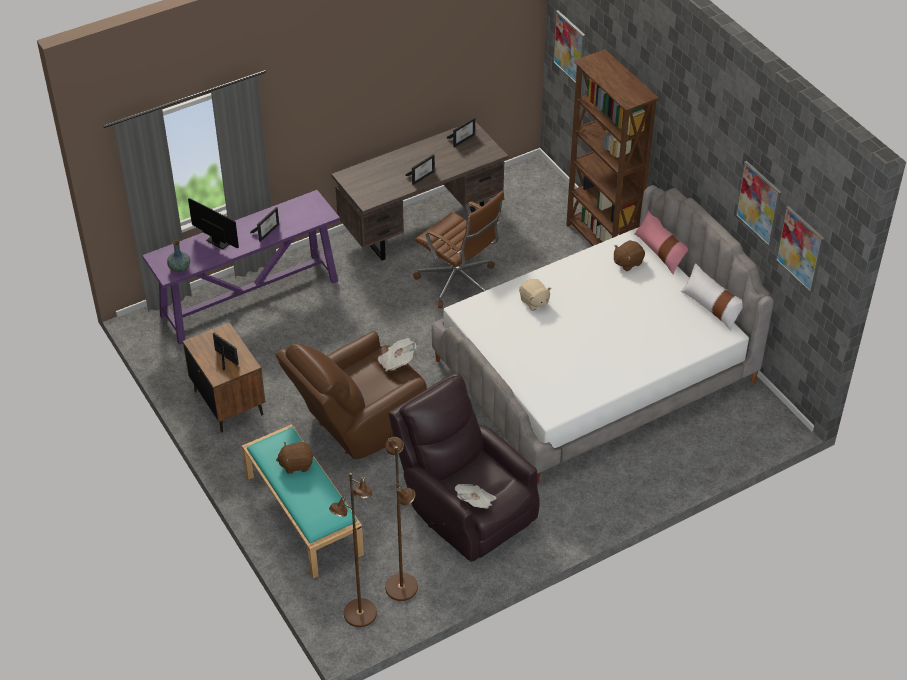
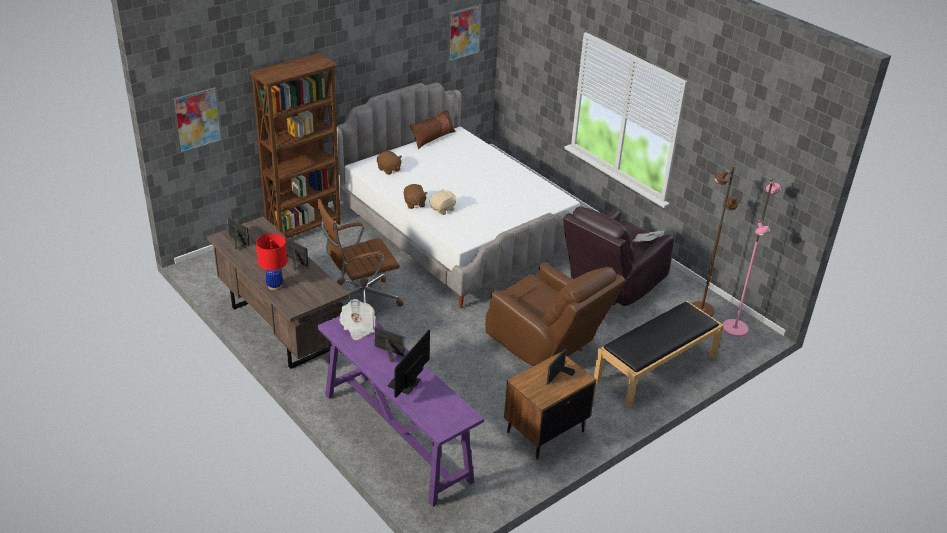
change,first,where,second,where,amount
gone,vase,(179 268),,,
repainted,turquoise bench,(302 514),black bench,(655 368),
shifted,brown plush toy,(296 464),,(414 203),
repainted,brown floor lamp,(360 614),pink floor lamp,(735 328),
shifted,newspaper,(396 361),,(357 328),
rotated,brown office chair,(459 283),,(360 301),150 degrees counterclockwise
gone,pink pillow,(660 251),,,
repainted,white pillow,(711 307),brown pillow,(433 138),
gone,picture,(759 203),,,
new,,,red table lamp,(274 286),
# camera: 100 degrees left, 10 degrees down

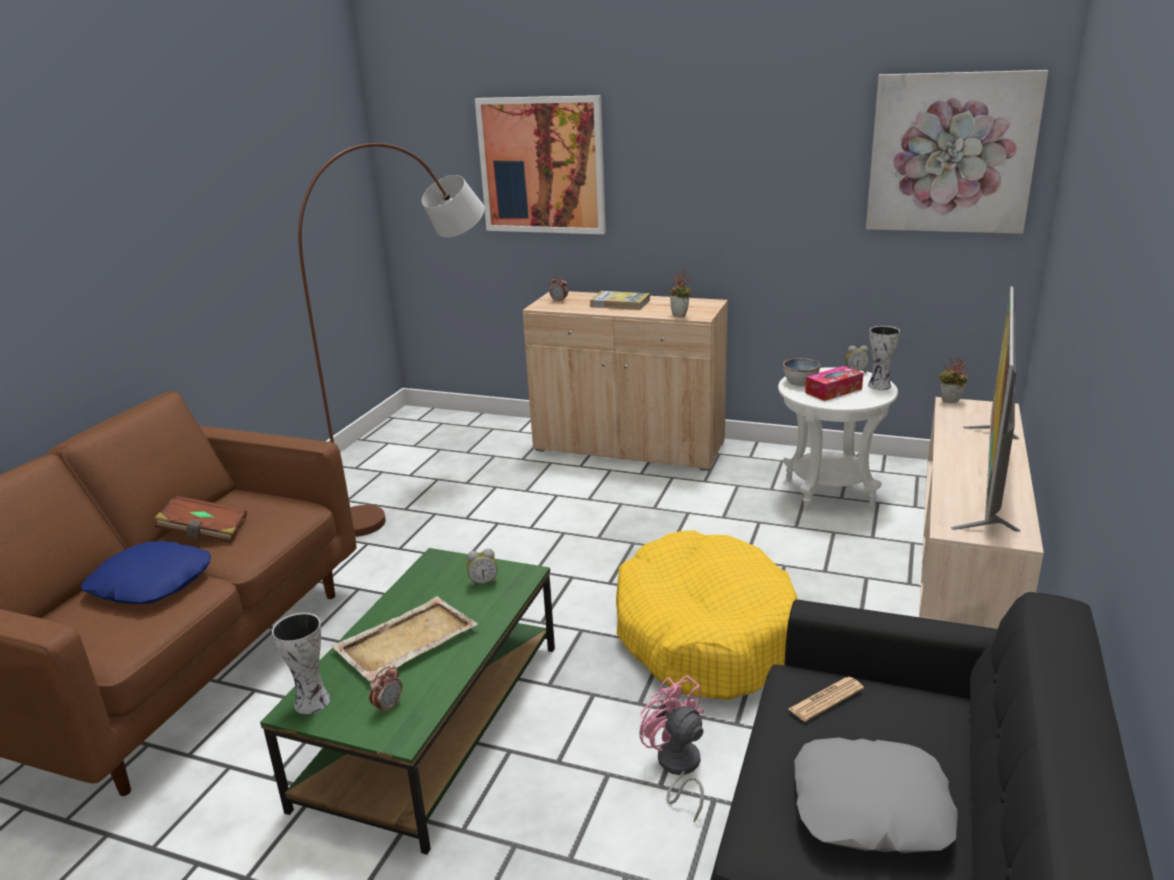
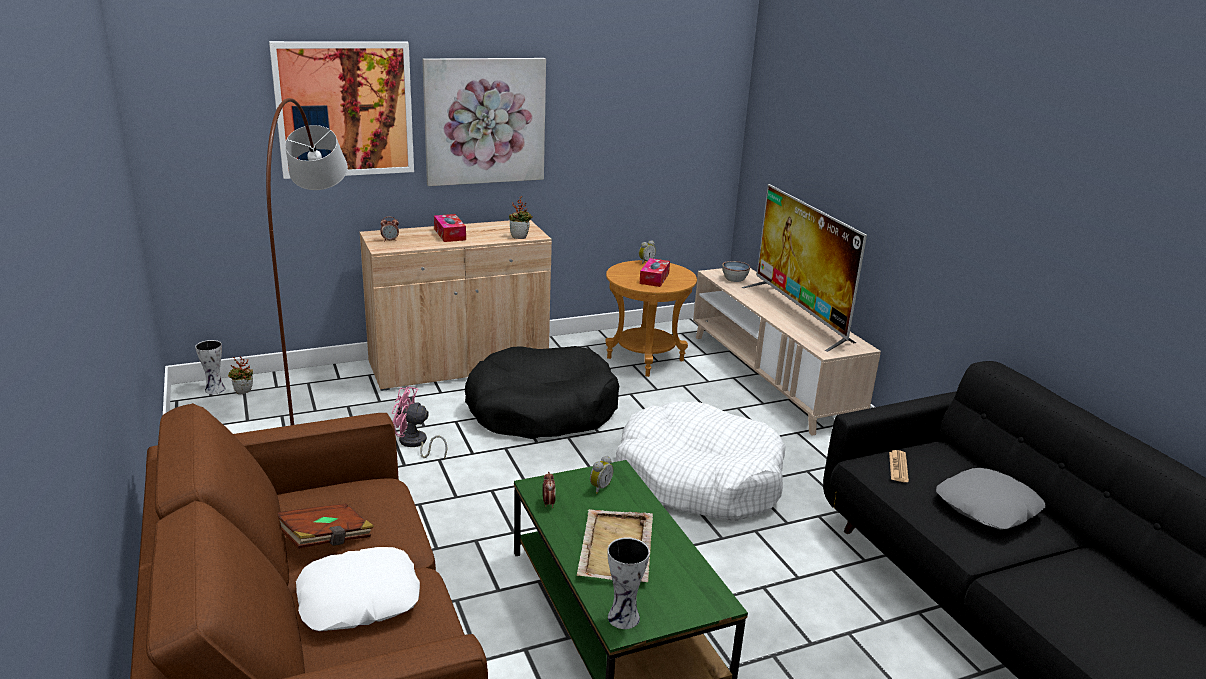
change,first,where,second,where,amount
repainted,blue pillow,(150 583),white pillow,(359 599),
shifted,alarm clock,(388 706),,(548 503),
swapped,book,(620 303),tissue box,(450 234),
repainted,yellow dog bed,(704 634),white dog bed,(698 479),
shifted,pink fan,(677 768),,(415 444),
repainted,white side table,(829 492),brown side table,(645 359),
shifted,bowl,(800 382),,(734 279),
shifted,picture,(951 153),,(485 121),
shifted,vase,(880 386),,(215 389),
shifted,potted plant,(950 402),,(243 393),
new,,,black dog bed,(541 410),
# camera: 45 degrees left, 0 degrees up

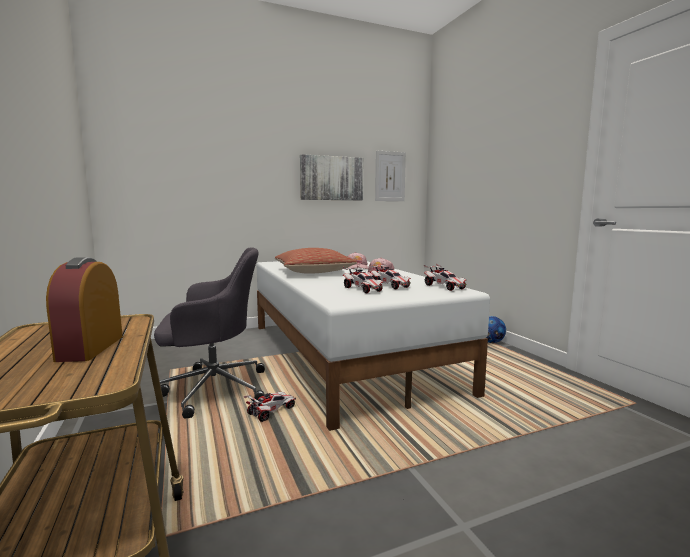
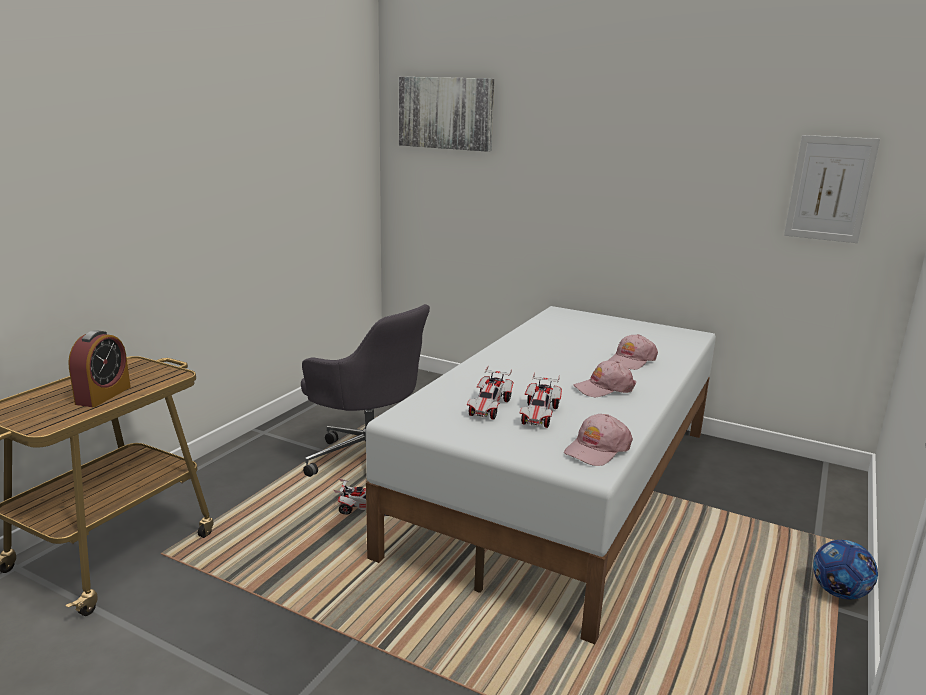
change,first,where,second,where,amount
rotated,alarm clock,(91 348),,(103 395),150 degrees clockwise
gone,pillow,(313 272),,,
shifted,picture,(331 178),,(446 113),
swapped,toy car,(444 287),pink cap,(597 449),
# camera: 50 degrees right, 10 degrees up

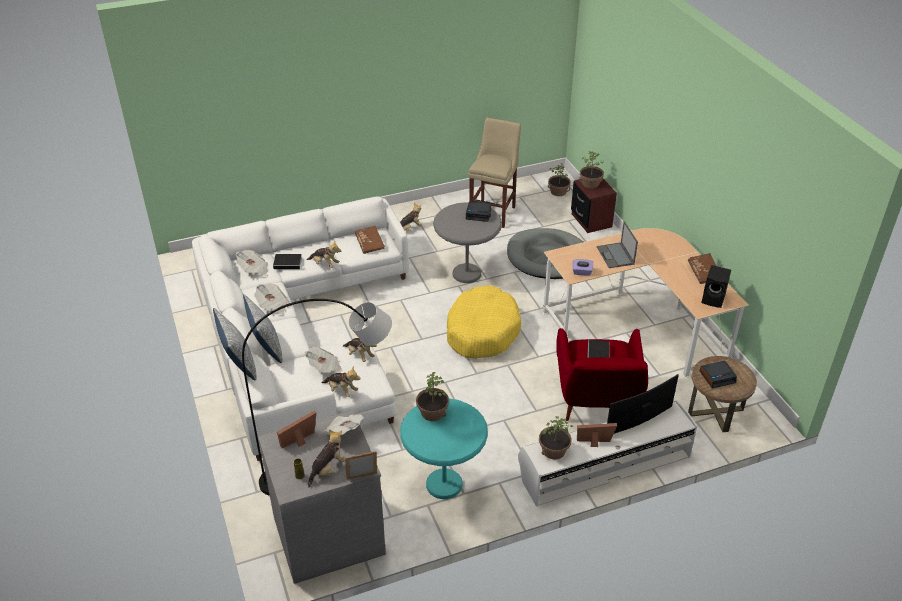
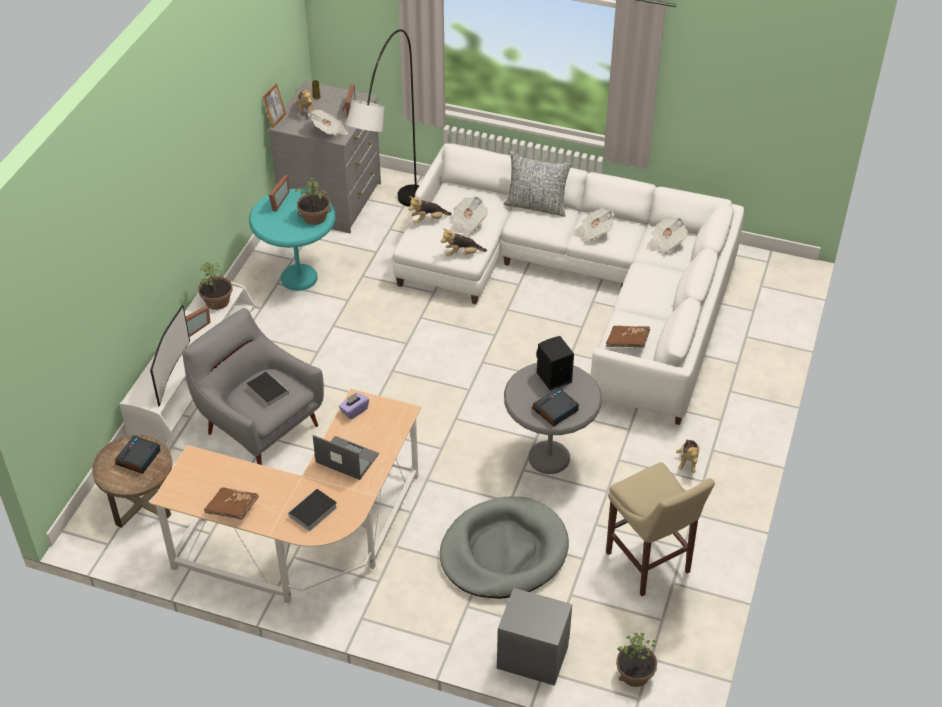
change,first,where,second,where,amount
gone,pillow,(238 363),,,
shifted,book,(288 263),,(312 513),
gone,plush toy,(325 264),,,
gone,yellow dog bed,(482 331),,,
repainted,red armchair,(596 402),grey armchair,(259 426),
repainted,brown nightstand,(591 220),grey nightstand,(532 657),
gone,potted plant,(590 184),,,
shifted,black speaker,(714 299),,(552 378),
new,,,picture frame,(277 201),
# camera: 130 degrees right, 5 degrees up

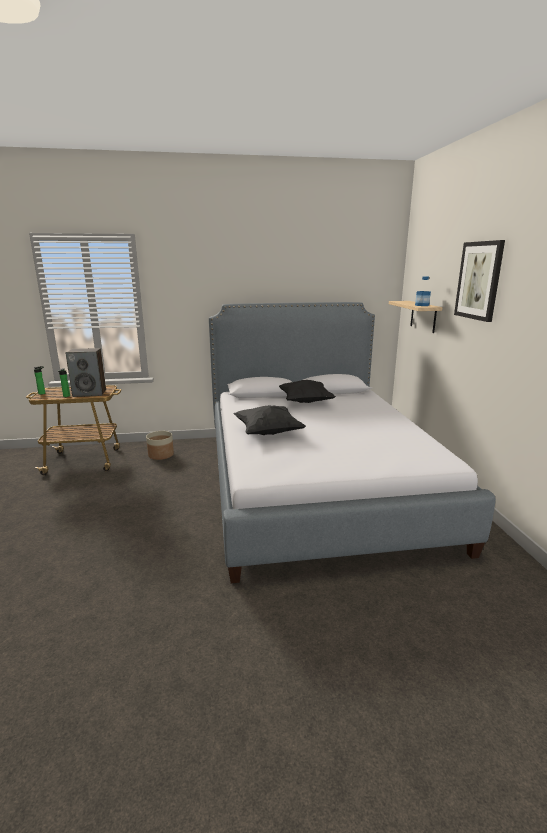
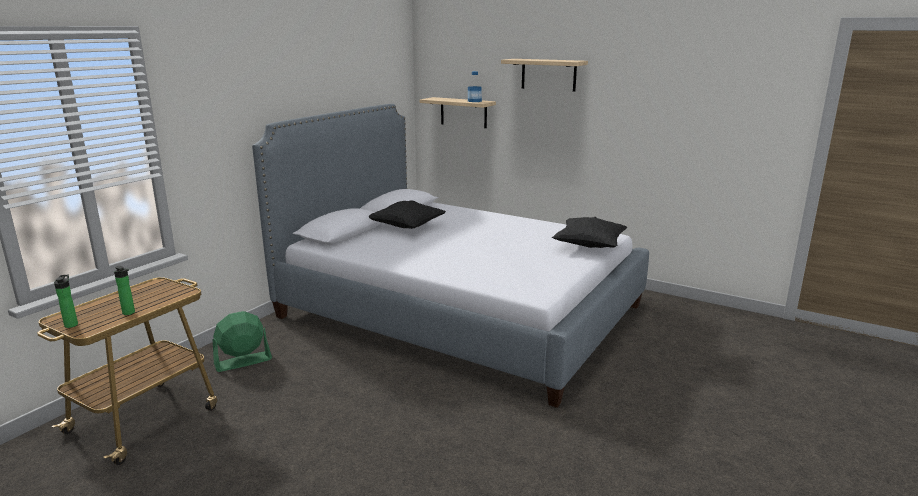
change,first,where,second,where,amount
gone,speaker,(90 393),,,
swapped,planter,(160 455),green fan,(243 361),
shifted,black pillow,(268 432),,(589 246),
swapped,picture,(479 280),shelf,(548 74),
# camera: 50 degrees left, 0 degrees up

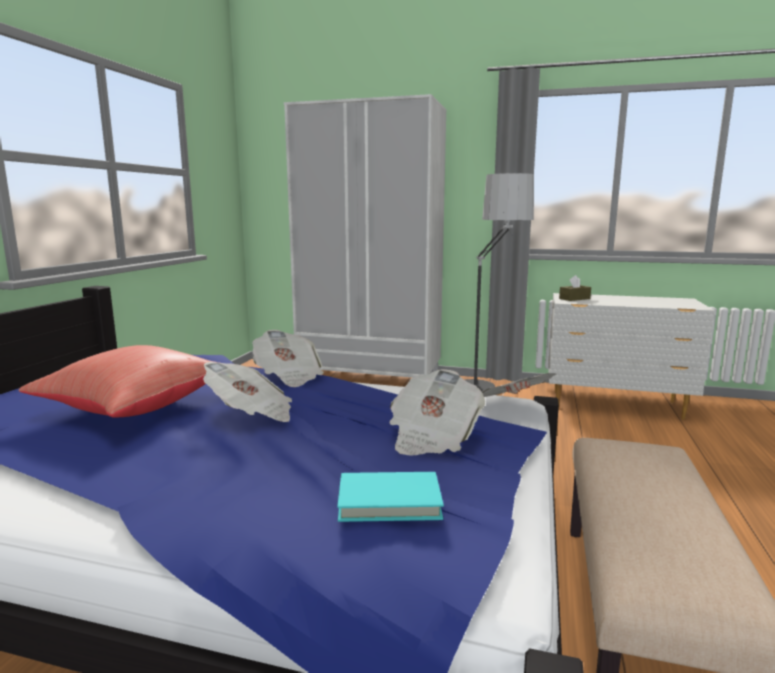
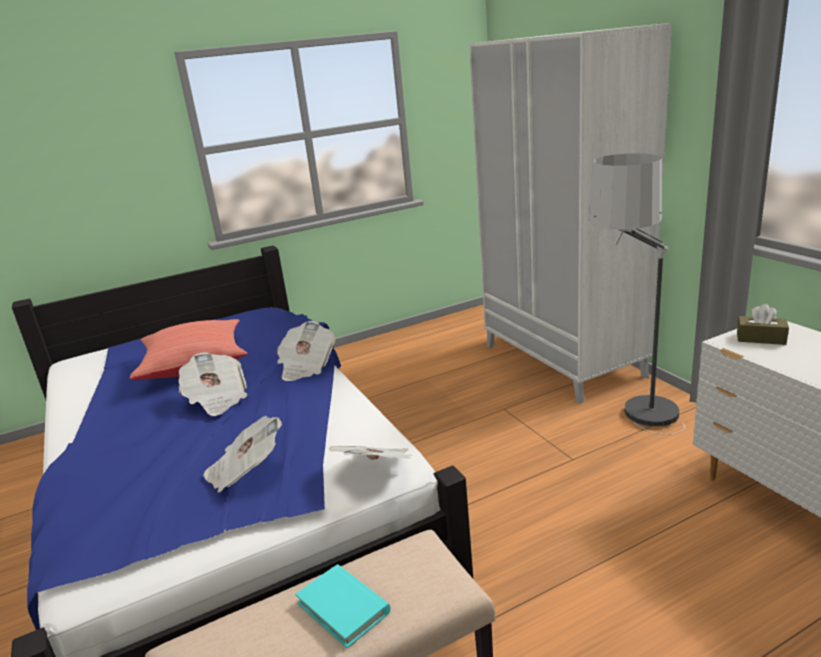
change,first,where,second,where,amount
shifted,turquoise book,(389 501),,(343 607),
# camera: 50 degrees right, 10 degrees up

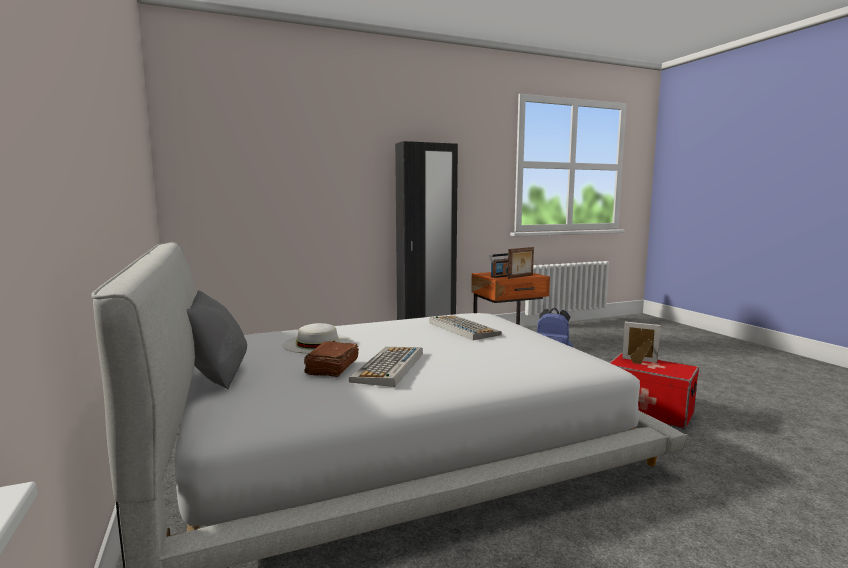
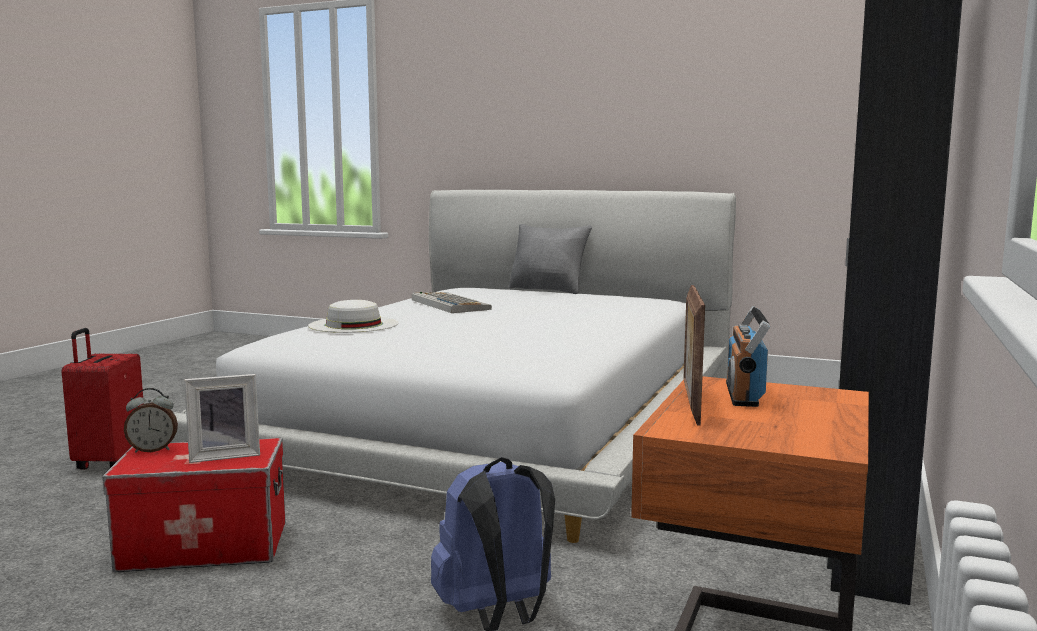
change,first,where,second,where,amount
shifted,white hat,(317 343),,(353 324),
gone,brown book,(331 368),,,
gone,keyboard,(462 328),,,
new,,,red suitcase,(109 461),
new,,,alarm clock,(153 450),
# camera: 135 degrees right, 0 degrees up

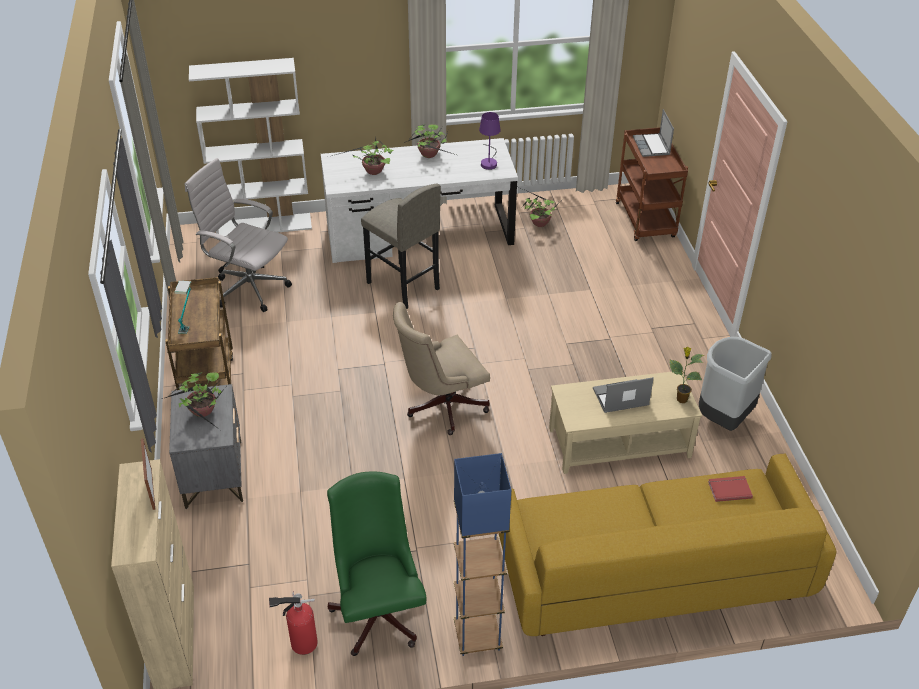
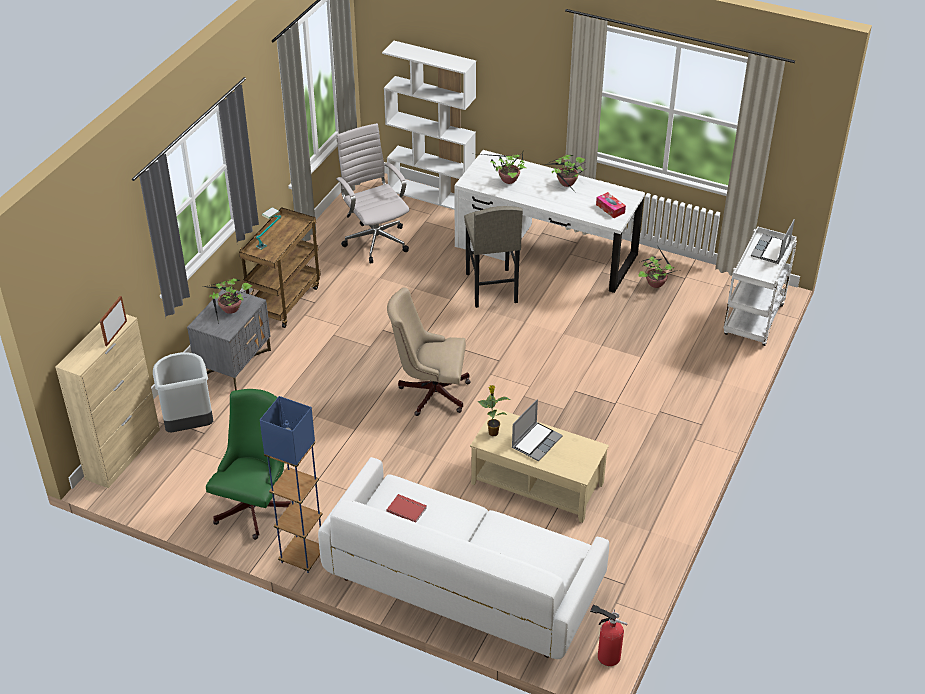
change,first,where,second,where,amount
shifted,fire extinguisher,(301 643),,(606 655),
swapped,purple table lamp,(489 162),tissue box,(610 209),
repainted,yellow sofa,(650 572),white sofa,(463 582),
rotated,laptop,(620 398),,(536 442),105 degrees clockwise
repainted,brown cart,(646 221),white cart,(754 322),
shifted,potted plant,(681 399),,(493 432),
shifted,grey trash can,(723 418),,(189 425),
shifted,red book,(729 489),,(407 509),
# camera: 35 degrees right, 0 degrees up

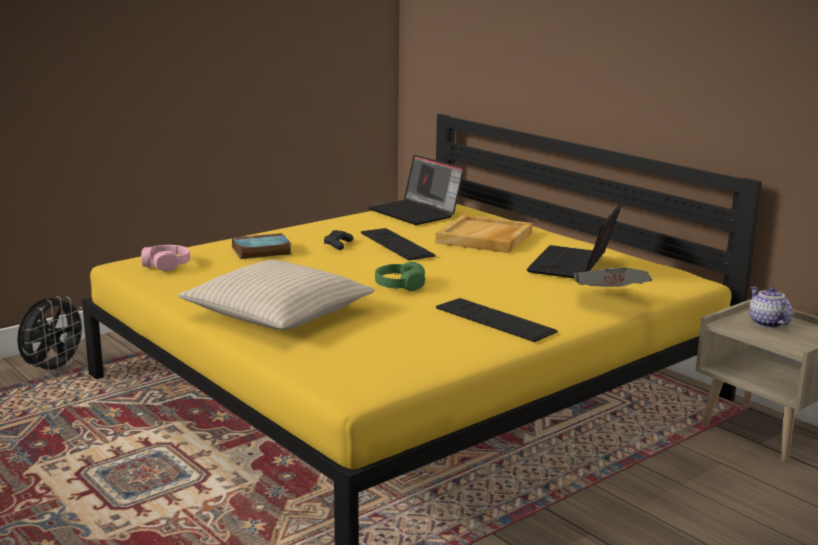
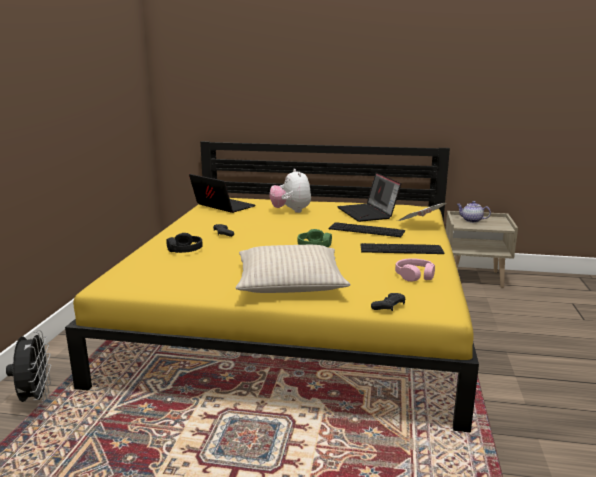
change,first,where,second,where,amount
shifted,pink headphones,(166 264),,(415 275),
swapped,book,(260 251),black headphones,(185 250),
shifted,keyboard,(396 244),,(366 230),
rotated,laptop,(416 213),,(222 206),150 degrees counterclockwise
swapped,beige tray,(485 238),plush toy,(291 211),
new,,,black game controller,(389 307),
# camera: 40 degrees left, 0 degrees up

